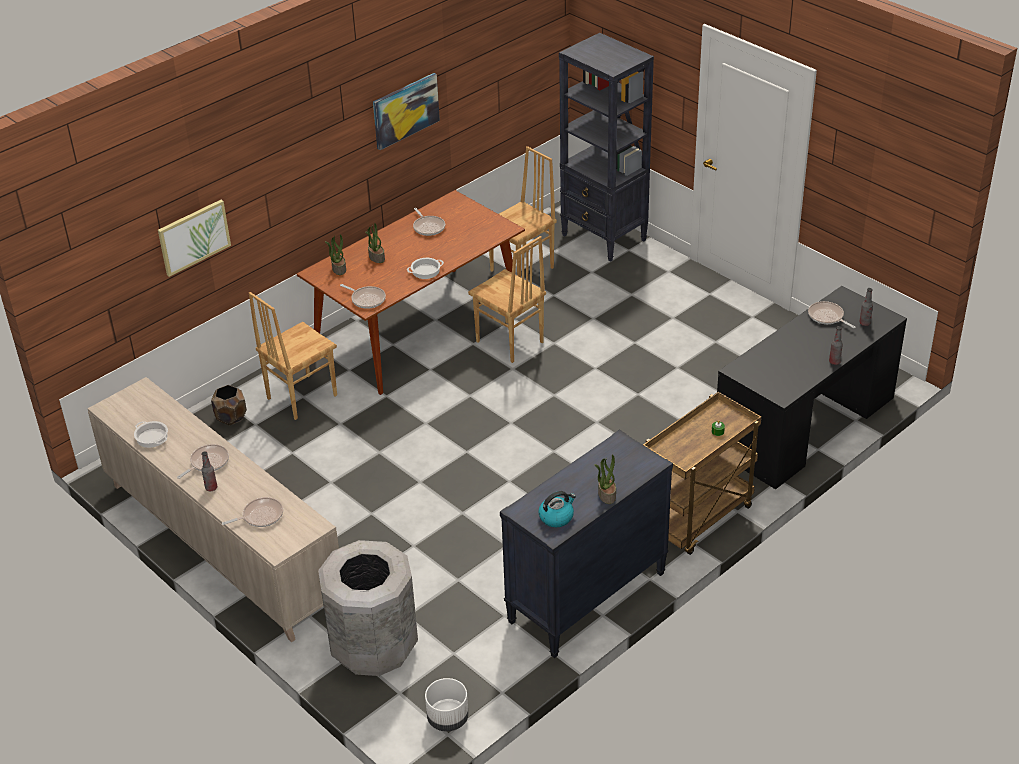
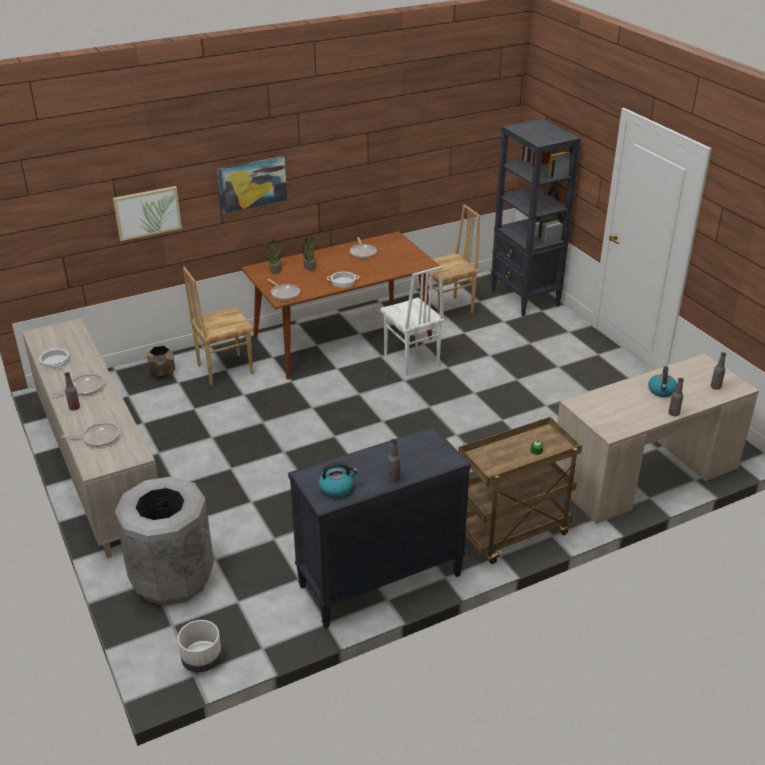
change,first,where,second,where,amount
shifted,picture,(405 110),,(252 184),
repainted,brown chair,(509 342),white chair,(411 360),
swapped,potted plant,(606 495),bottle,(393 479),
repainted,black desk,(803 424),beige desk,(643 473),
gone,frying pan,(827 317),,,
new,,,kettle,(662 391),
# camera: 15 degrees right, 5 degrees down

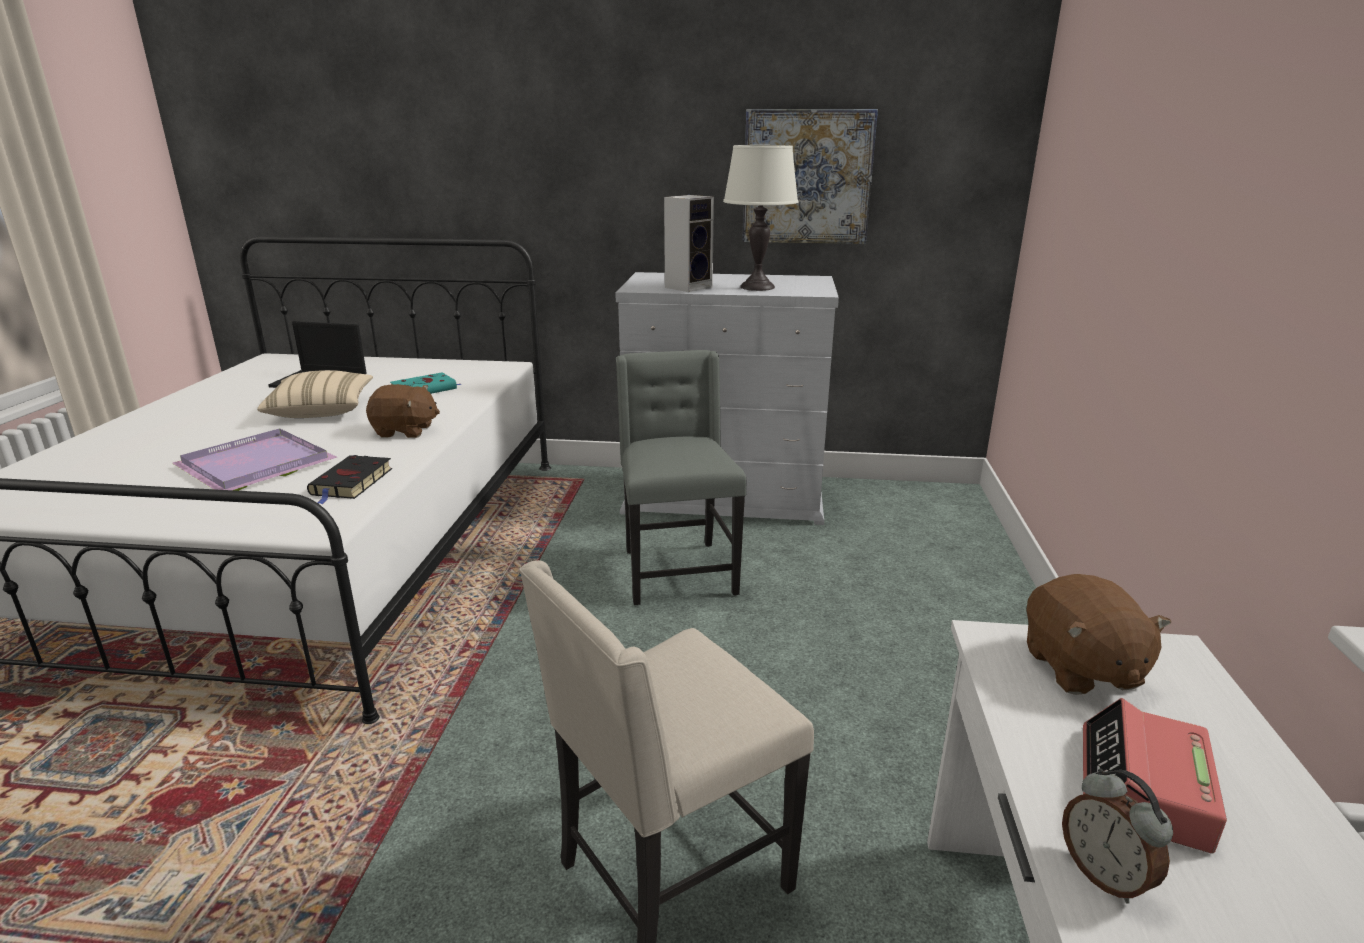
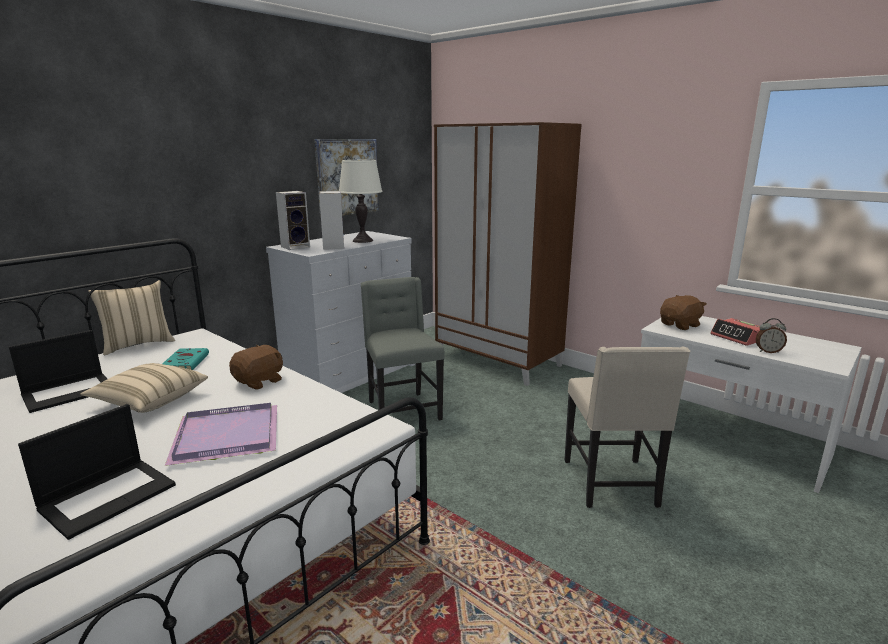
change,first,where,second,where,amount
gone,black book,(351 483),,,
rotated,grey chair,(676 571),,(402 410),45 degrees clockwise
rotated,brown plush toy,(1080 668),,(680 325),60 degrees counterclockwise
new,,,laptop,(108 496),
new,,,beige pillow,(138 344),
new,,,speaker,(296 247),
new,,,brown wardrobe,(498 360),
# camera: 55 degrees left, 5 degrees down

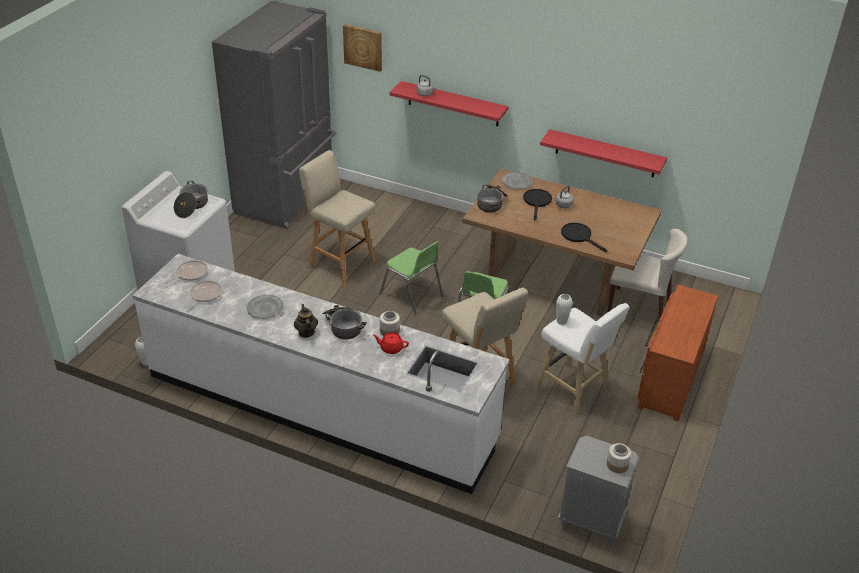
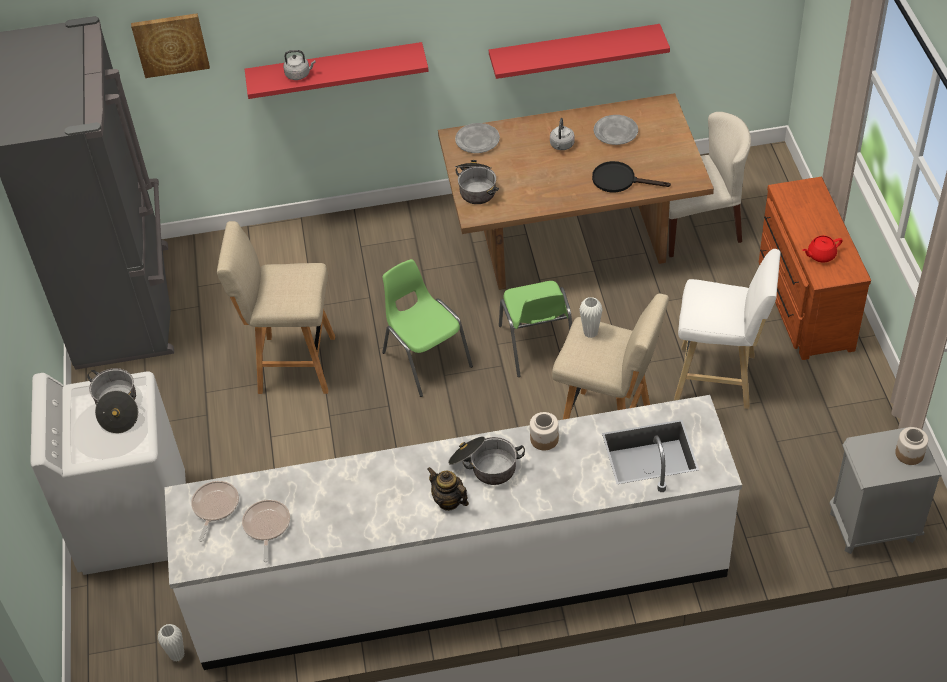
change,first,where,second,where,amount
shifted,grey plate,(265 309),,(616 132),
shifted,red teapot,(391 348),,(820 255),
rotated,green chair,(412 295),,(426 359),135 degrees counterclockwise
gone,black frying pan,(537 202),,,
shifted,white vase,(561 321),,(590 333),
# camera: 30 degrees left, 10 degrees up

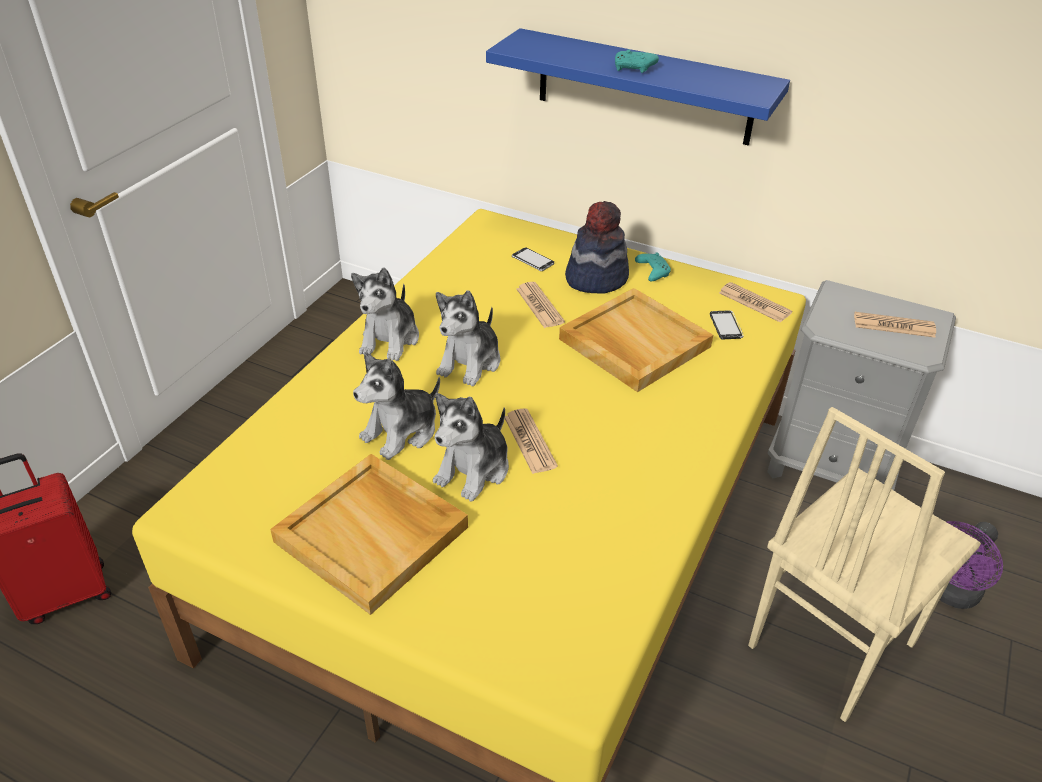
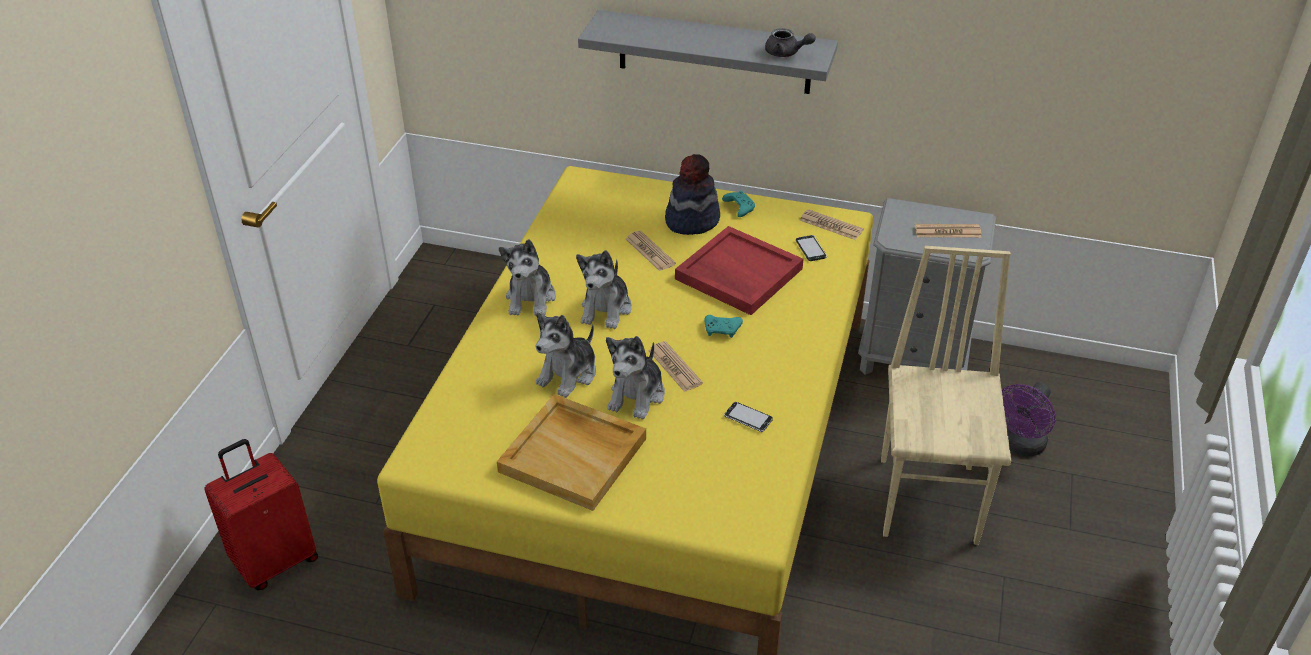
change,first,where,second,where,amount
repainted,blue shelf,(644 87),grey shelf,(714 52),
shifted,phone,(532 261),,(748 418),
repainted,beige tray,(633 343),red tray,(737 274),
shifted,turquoise game controller,(634 69),,(722 330),
rotated,beige chair,(828 644),,(930 499),150 degrees clockwise
new,,,grey teapot,(786 53),
# camera: 10 degrees left, 0 degrees up

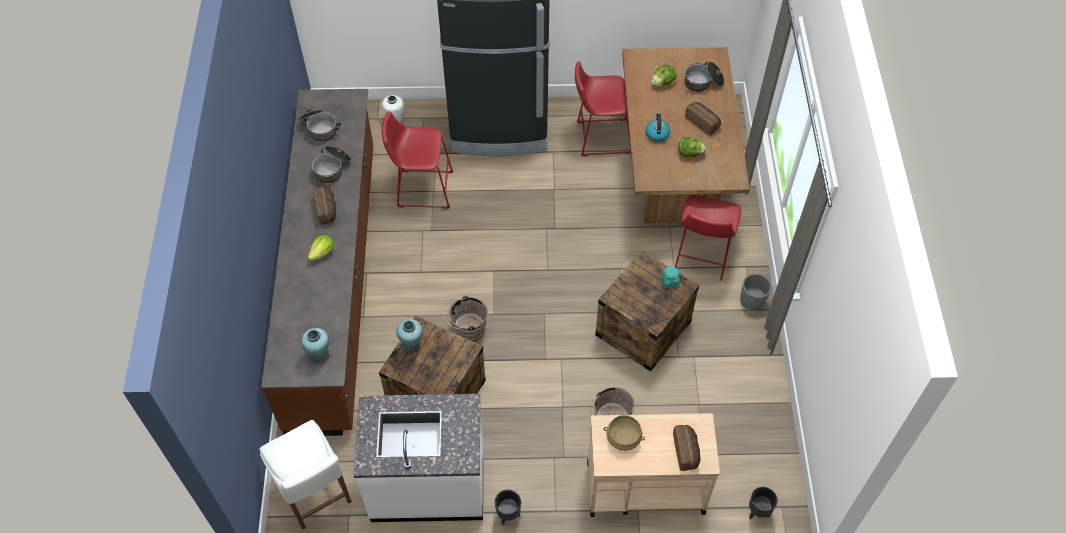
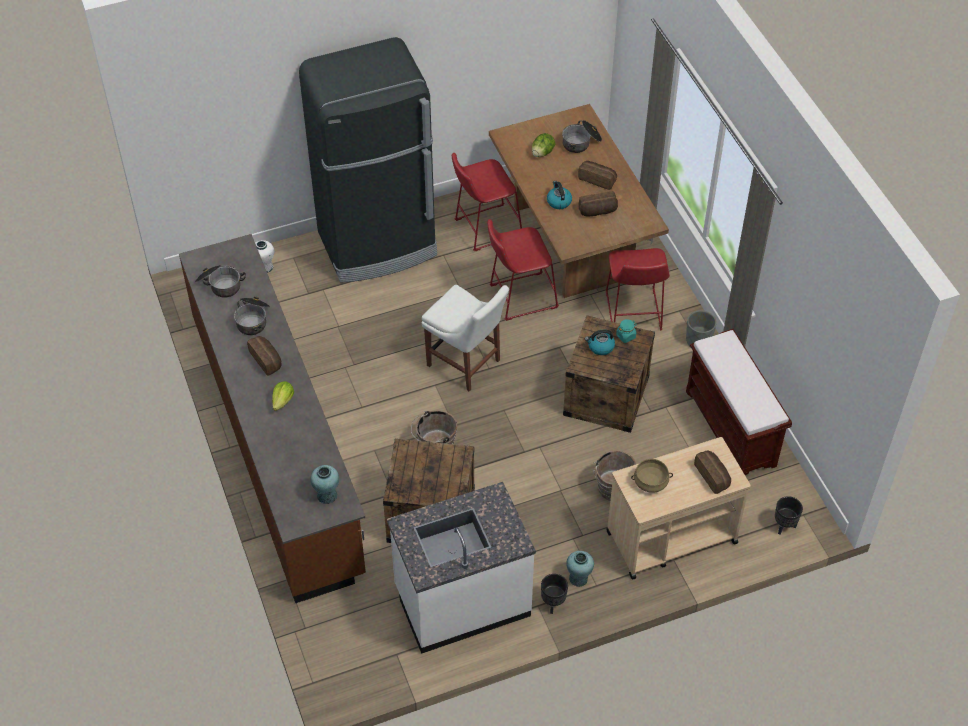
change,first,where,second,where,amount
shifted,white chair,(315 496),,(466 365),
shifted,red stool,(421 189),,(519 297),
shifted,turquoise vase,(411 344),,(578 578),
swapped,lettuce,(689 153),bread,(598 211),
new,,,kettle,(600 347),
new,,,brown bench,(731 429),
# camera: 20 degrees left, 5 degrees down

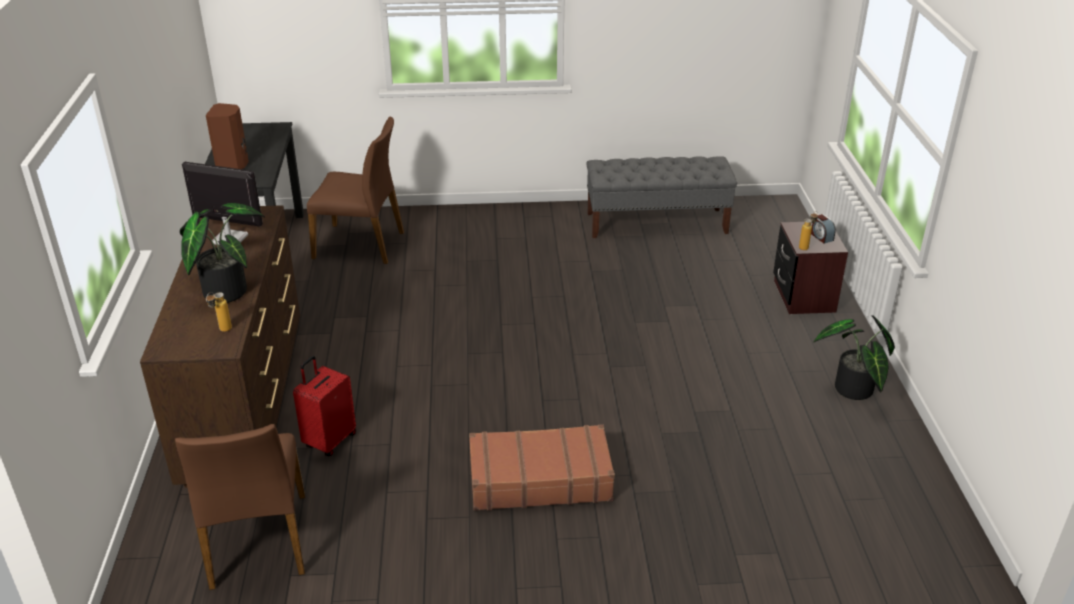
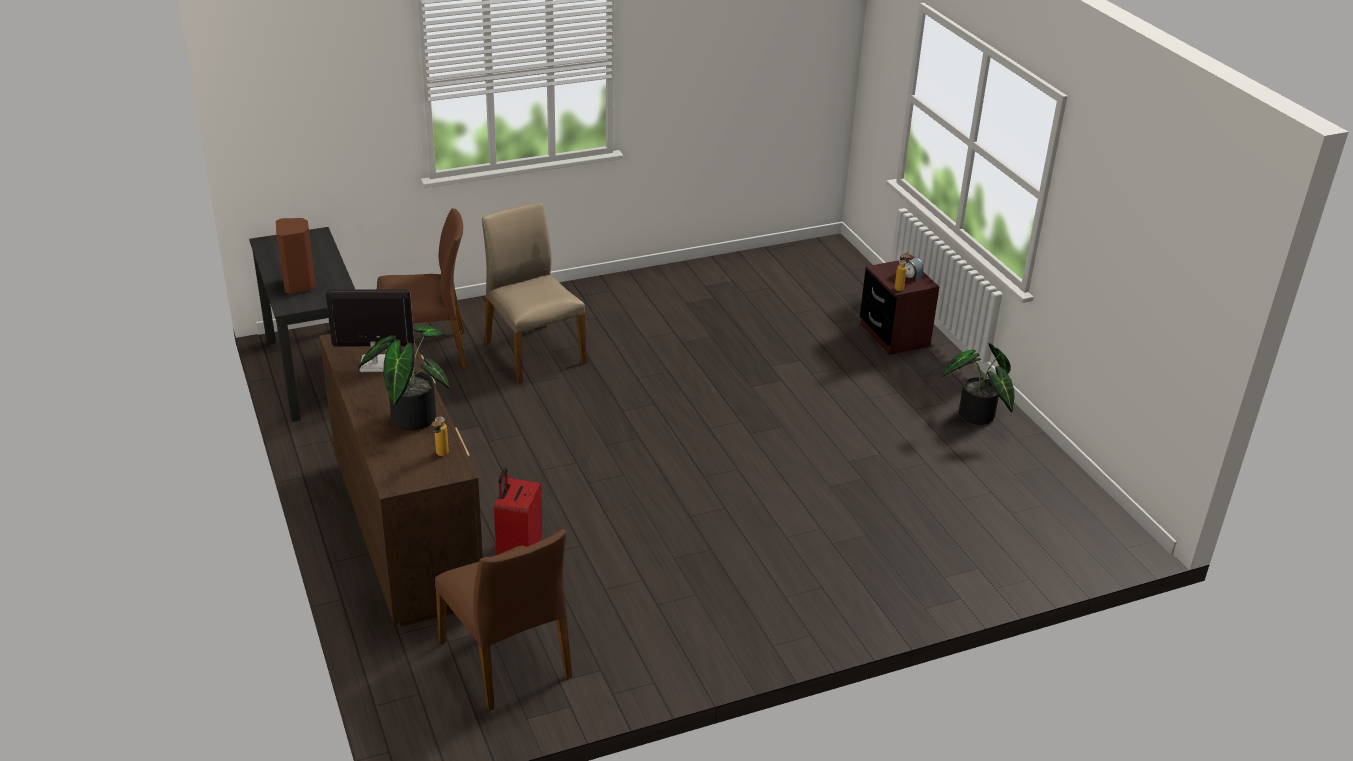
change,first,where,second,where,amount
gone,brown suitcase,(539 479),,,
gone,grey bench,(657 223),,,
new,,,beige chair,(533 352),
# camera: 20 degrees left, 0 degrees up

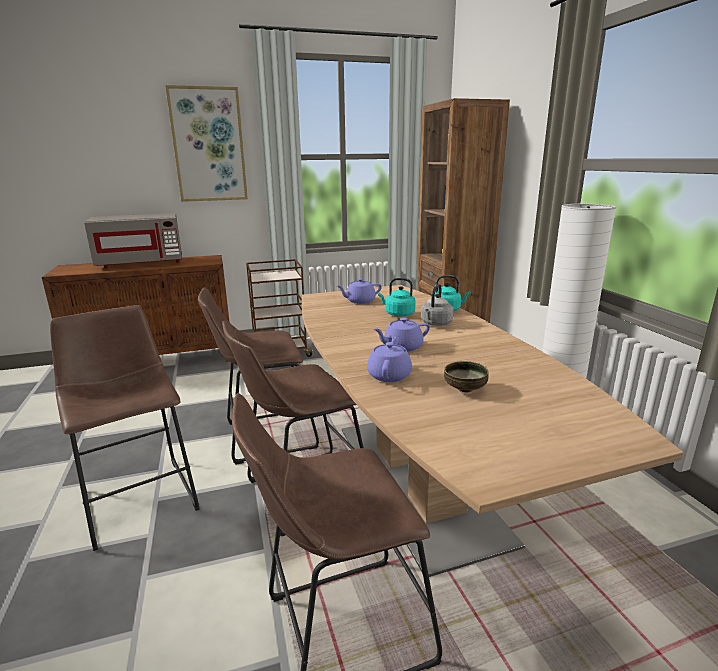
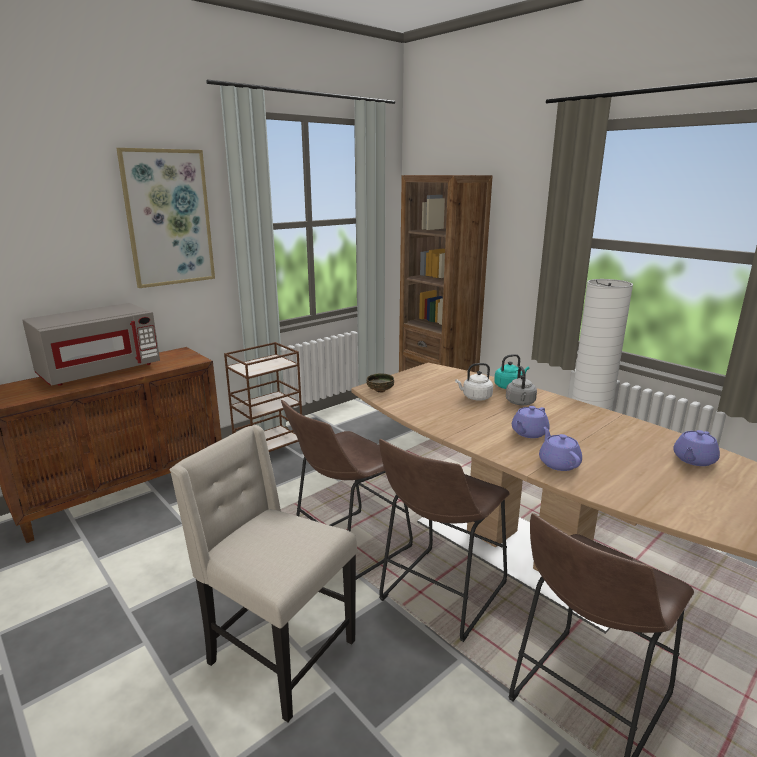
change,first,where,second,where,amount
swapped,brown stool,(139 495),beige chair,(278 653),
shifted,purple teapot,(359 301),,(693 460),
repainted,turquoise kettle,(398 314),white kettle,(475 397),
shifted,bowl,(465 389),,(380 391),
# camera: 25 degrees left, 0 degrees up

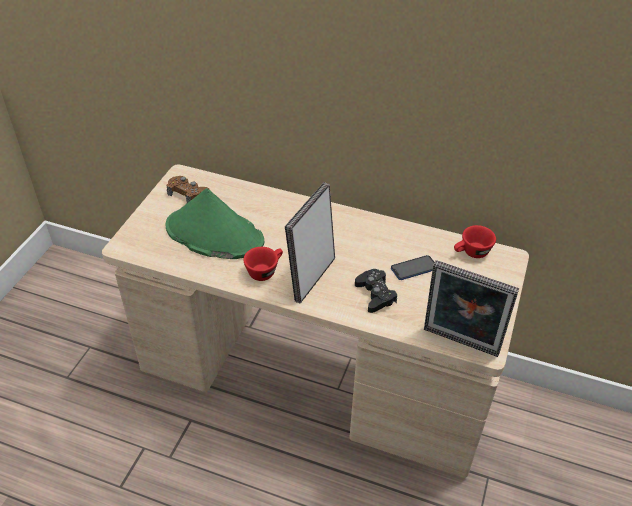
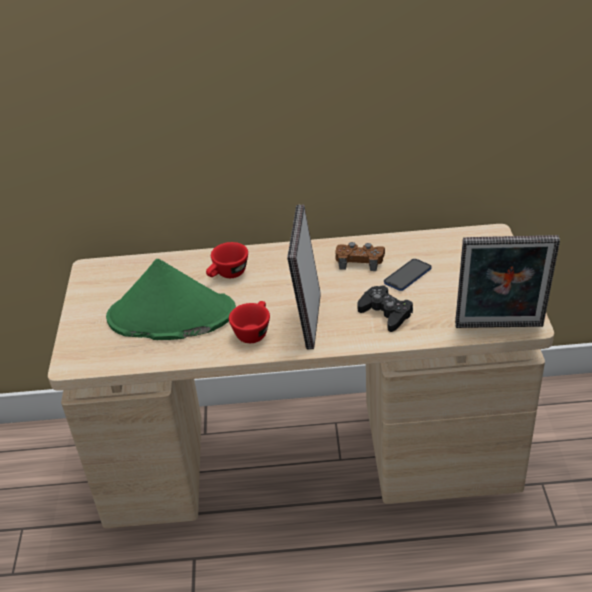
change,first,where,second,where,amount
shifted,brown game controller,(188 193),,(359 261),
shifted,red cup,(471 253),,(228 274),
# camera: 20 degrees left, 5 degrees down

